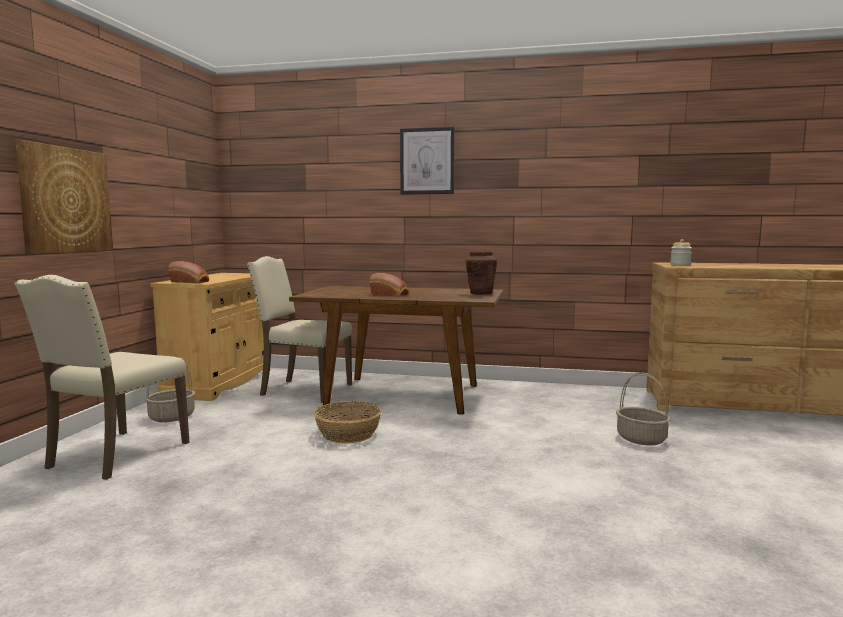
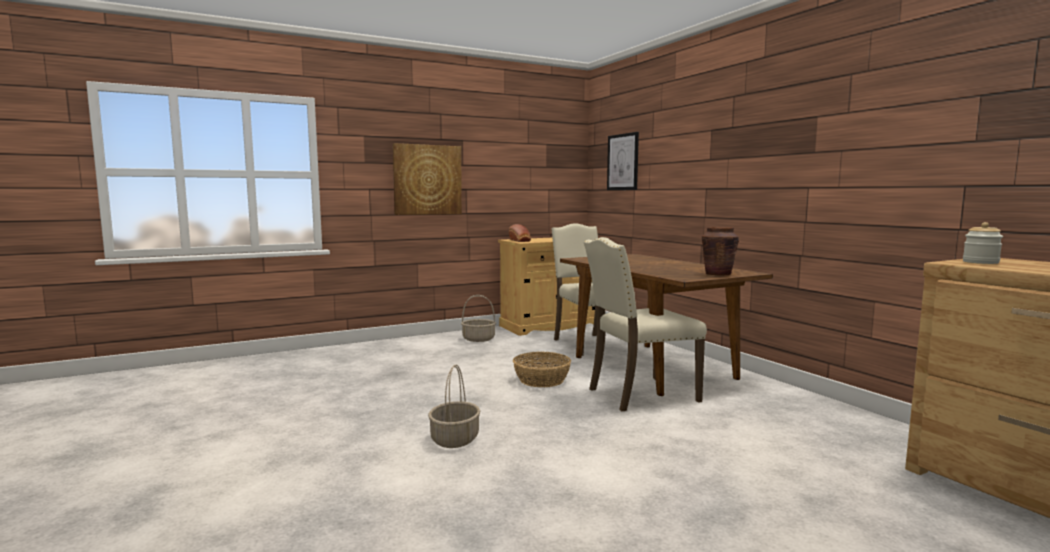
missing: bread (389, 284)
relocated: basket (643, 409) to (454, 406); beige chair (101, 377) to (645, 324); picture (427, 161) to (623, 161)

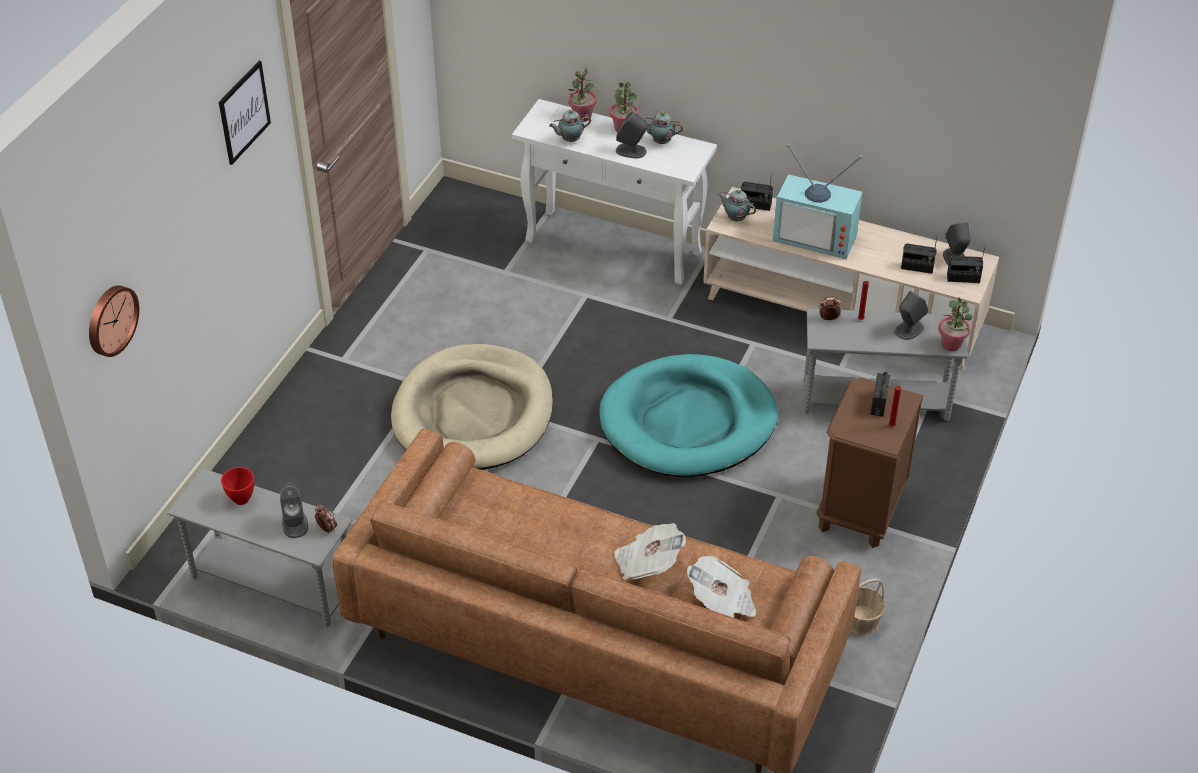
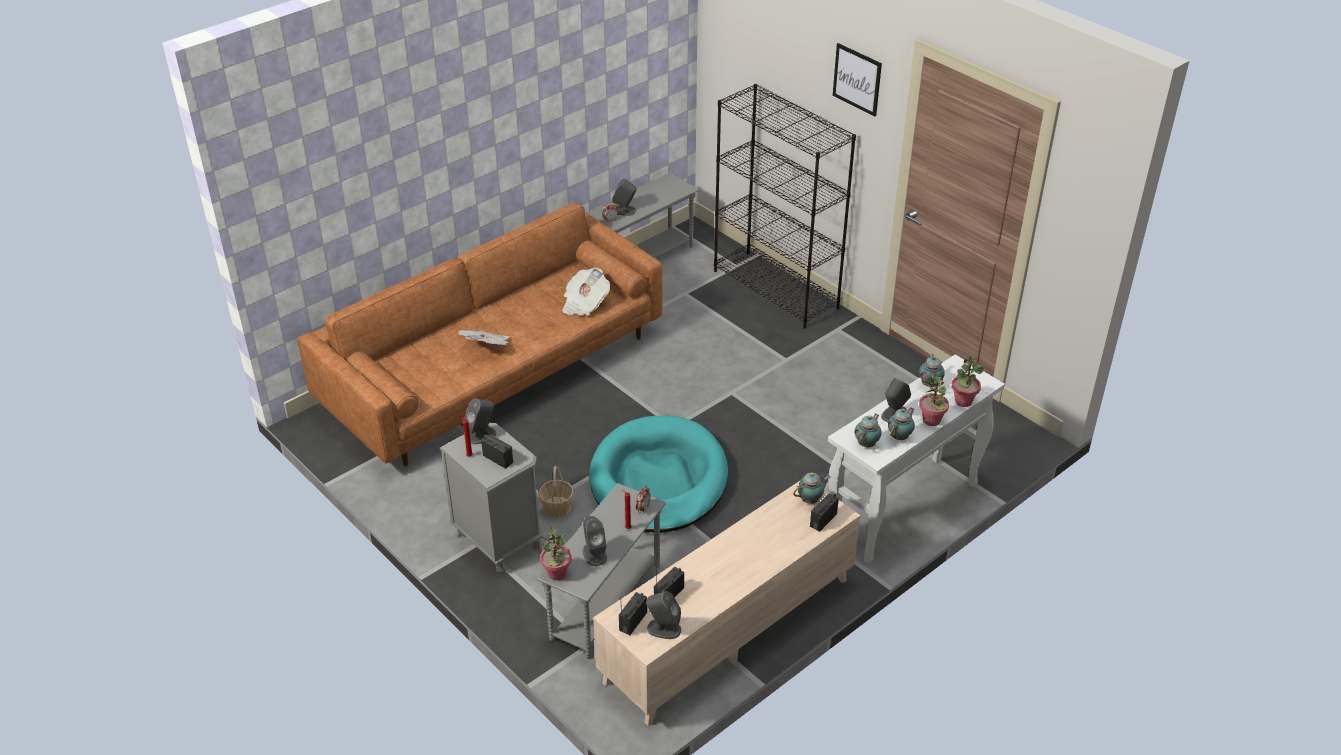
missing: wall clock (114, 321); red bowl (237, 486); beige dog bed (472, 407); television (817, 201)
appeared: grey speaker (480, 421); black bookcase (785, 206); teapot (867, 430)
relocated: basket (868, 606) to (556, 492); newspaper (721, 587) to (586, 292)
colour: brown nightstand (870, 463) to grey nightstand (491, 497)

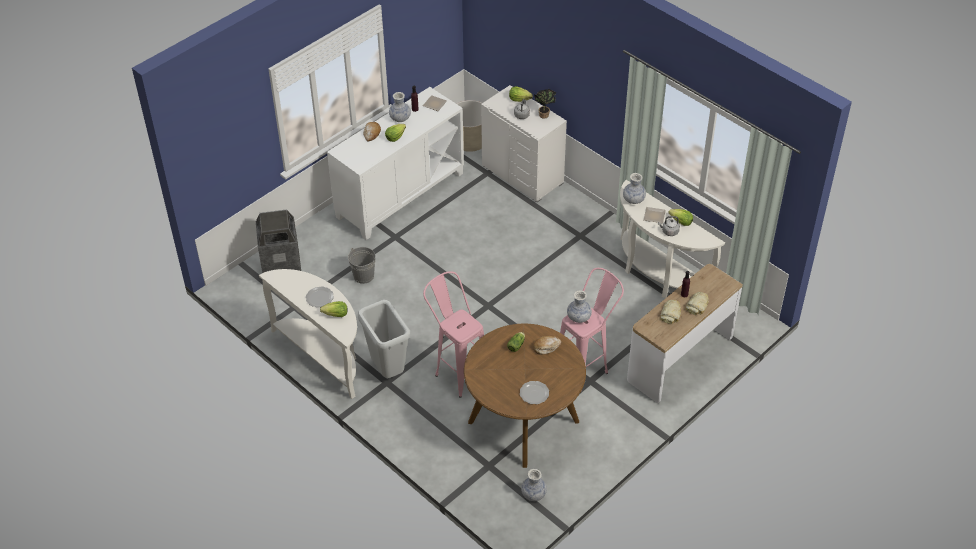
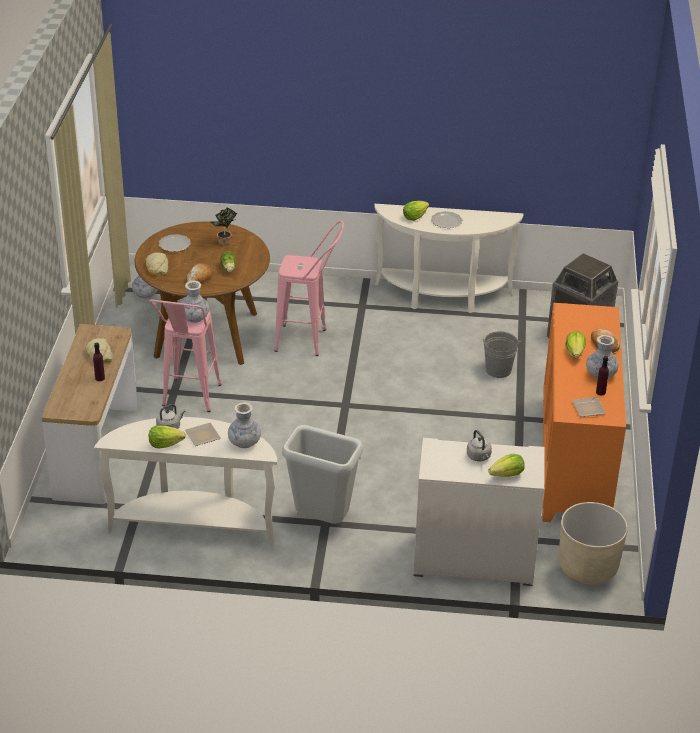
relocated: bread (697, 303) to (157, 264); potted plant (545, 104) to (224, 226); grey trash can (384, 339) to (322, 474)
colour: white cabinet (395, 163) to orange cabinet (584, 412)

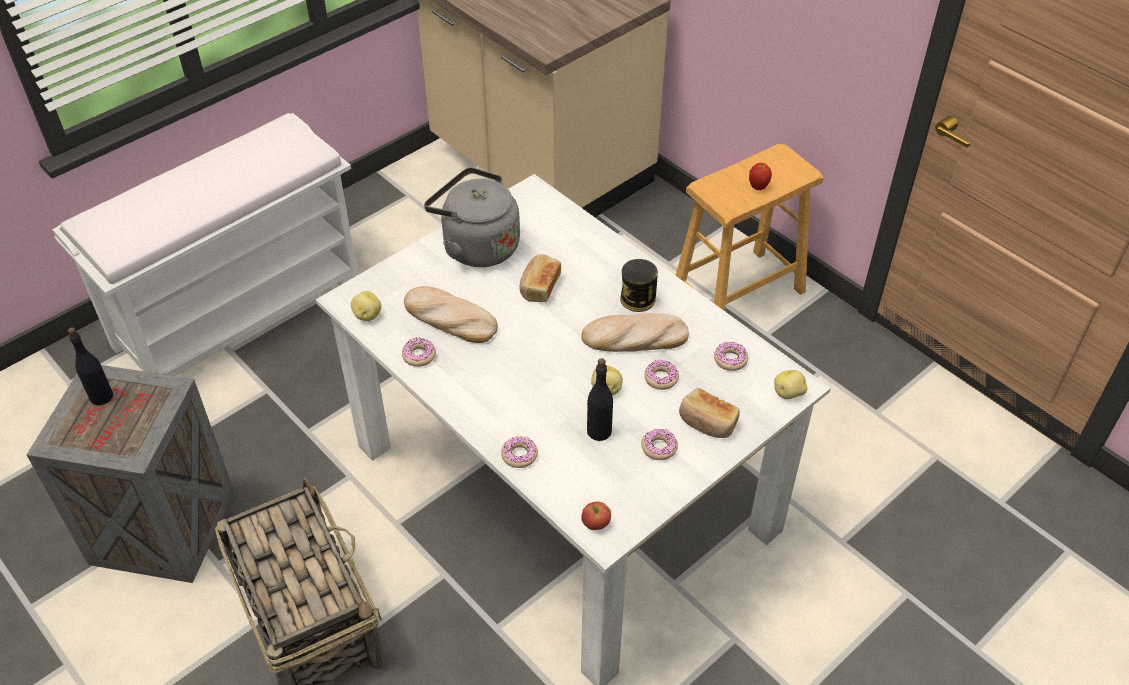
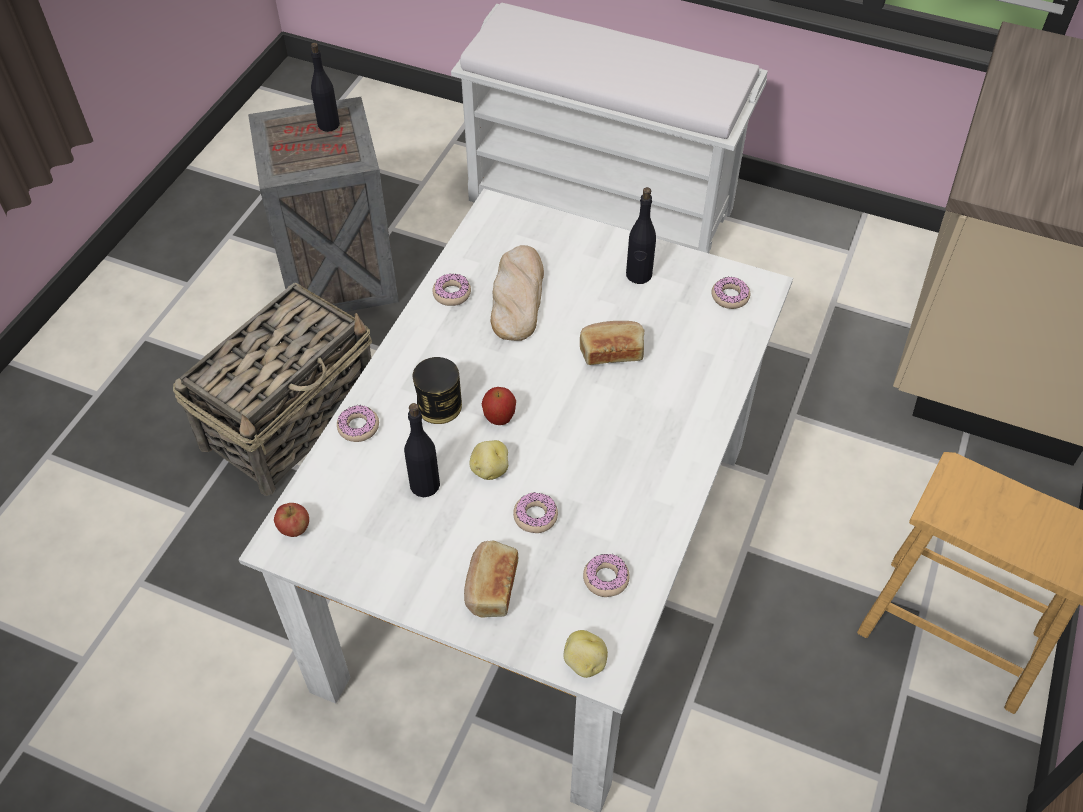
missing: potato (366, 306); bread (635, 332)
relocated: can (639, 285) to (437, 390); apple (760, 176) to (499, 406); donut (659, 444) to (731, 292)
exchanged: grey kettle (472, 217) to black bottle (641, 235)

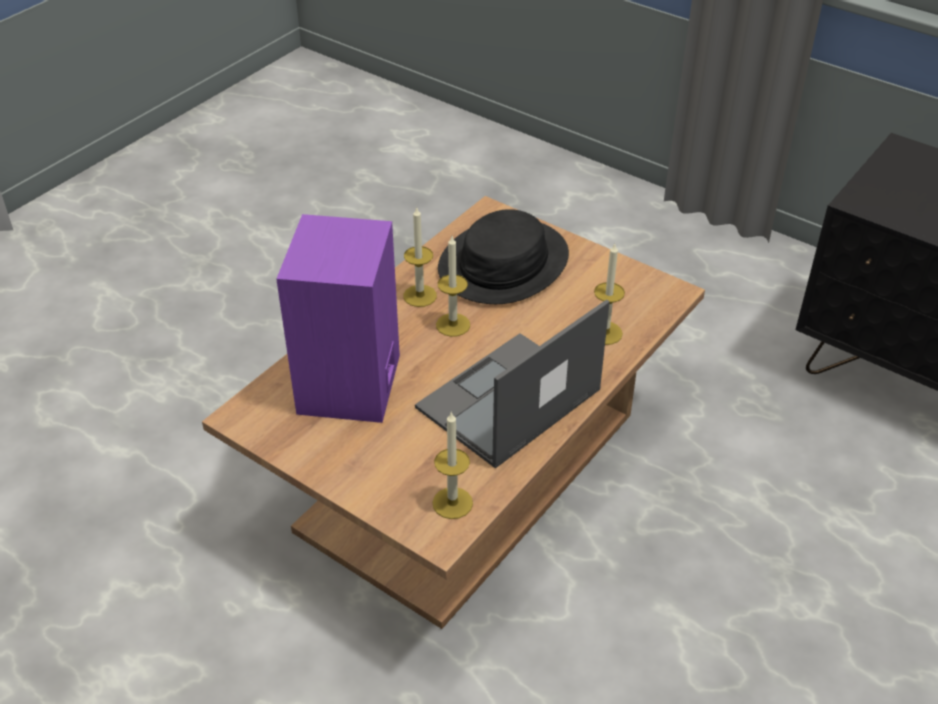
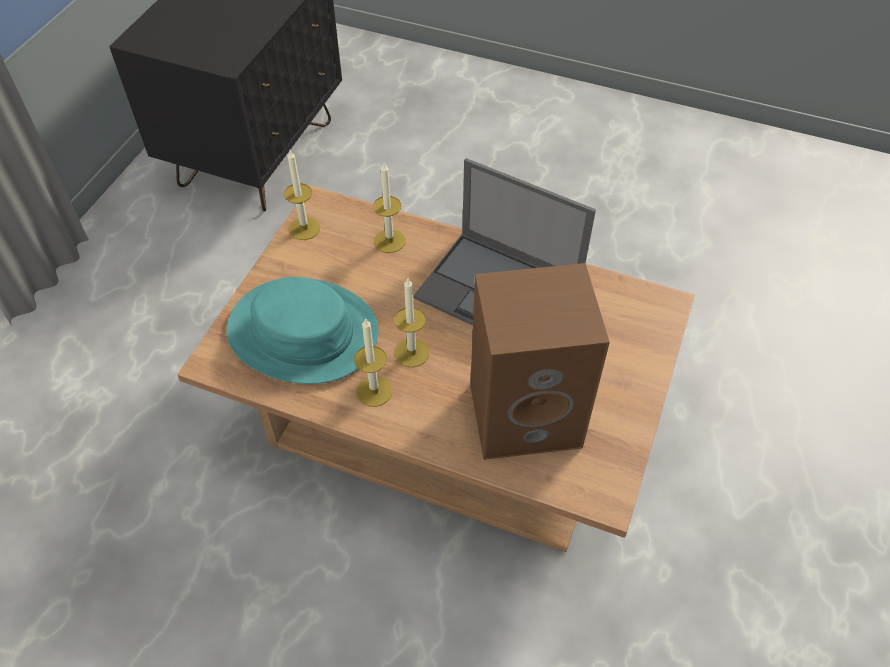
relocated: candle (452, 465) to (302, 195)
colour: black hat (503, 256) to turquoise hat (303, 330); purple speaker (338, 318) to brown speaker (540, 361)

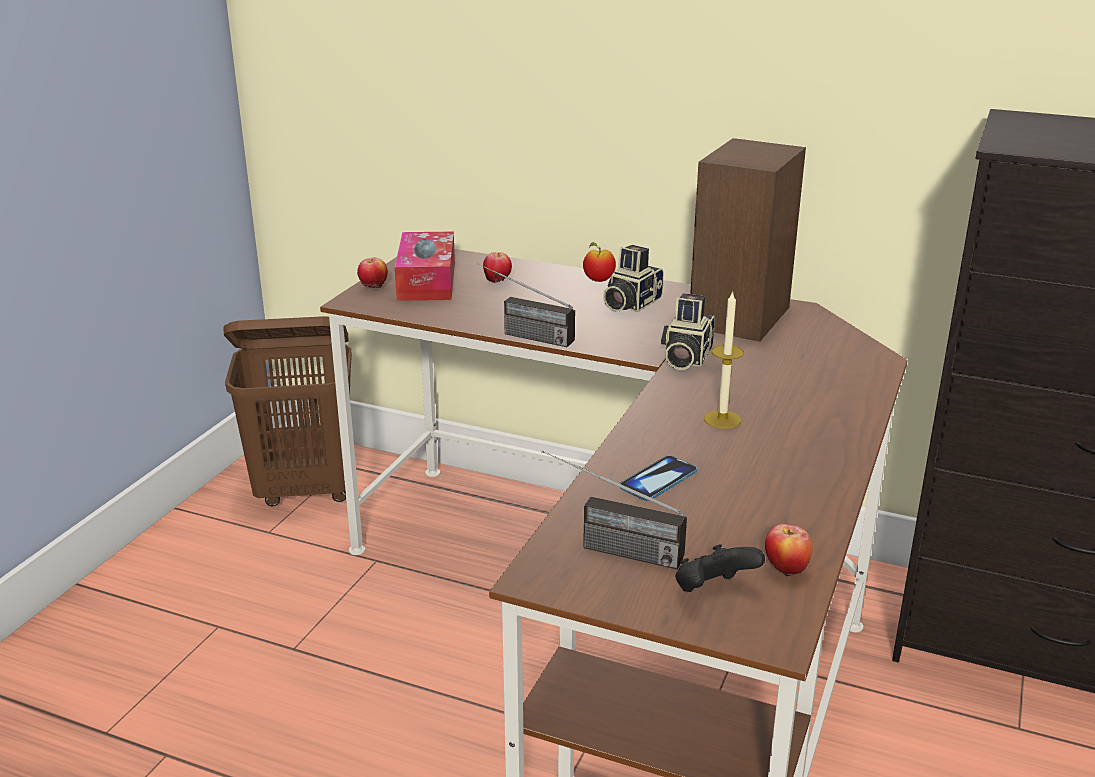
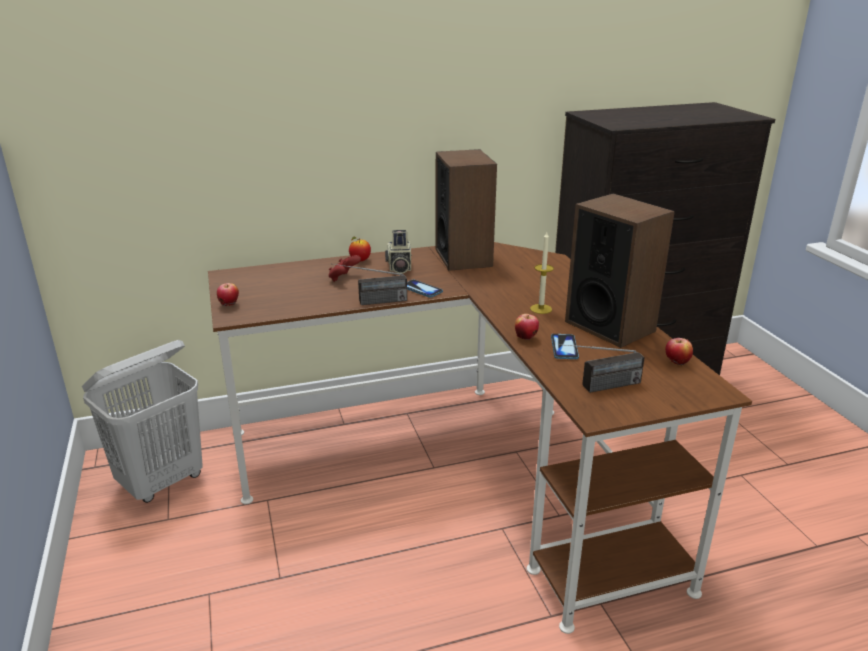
missing: tissue box (425, 266); photo camera (688, 331); black game controller (720, 568)
appeared: red game controller (345, 268); phone (425, 289); speaker (620, 270)
relocated: apple (497, 267) to (527, 327)
colour: brown laundry basket (287, 411) to white laundry basket (142, 421)

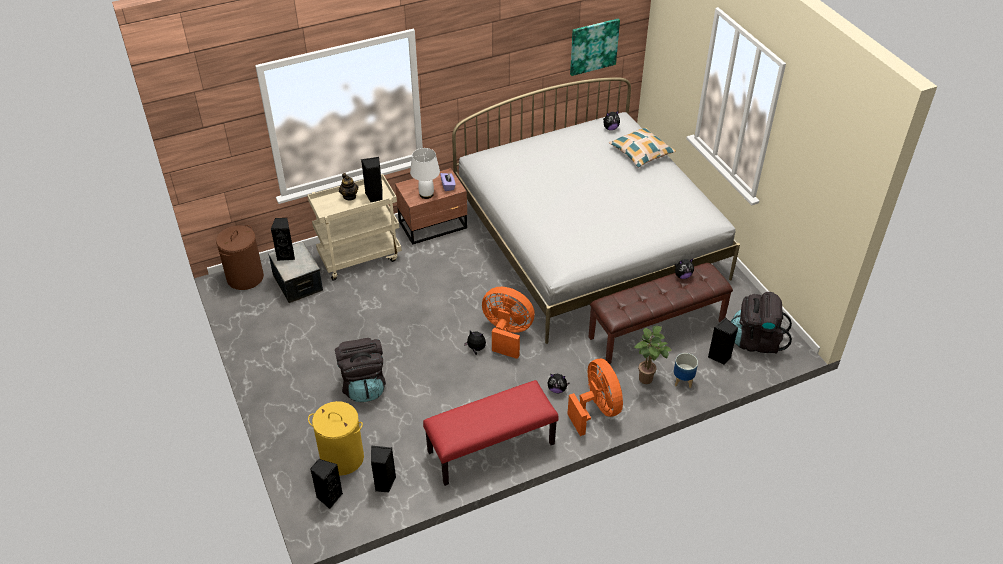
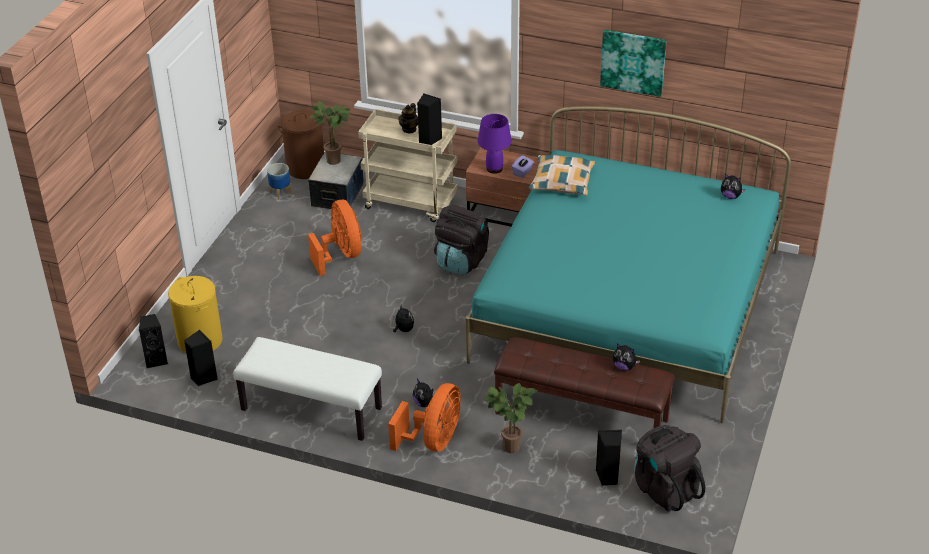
relocated: planter (686, 370) to (279, 181); orange fan (508, 323) to (335, 238); black backpack (360, 370) to (461, 239); pillow (642, 147) to (561, 175); picture (595, 47) to (633, 63)
exchanged: black speaker (282, 239) to potted plant (330, 133)
colour: red bench (491, 433) to white bench (307, 389); white bed (596, 211) to turquoise bed (628, 265); white table lamp (425, 173) to purple table lamp (495, 144)

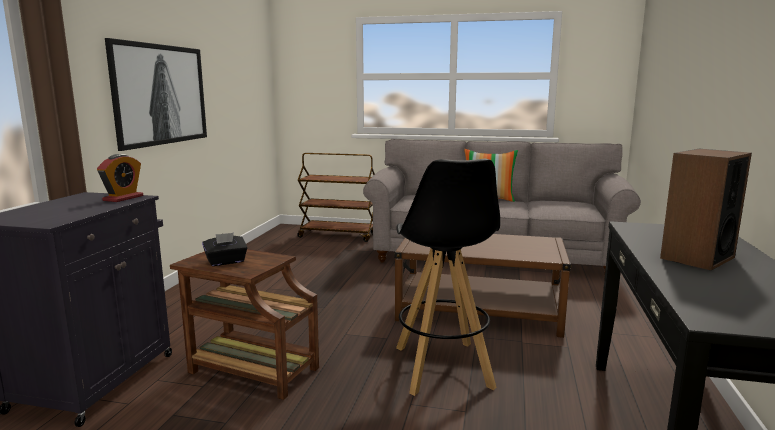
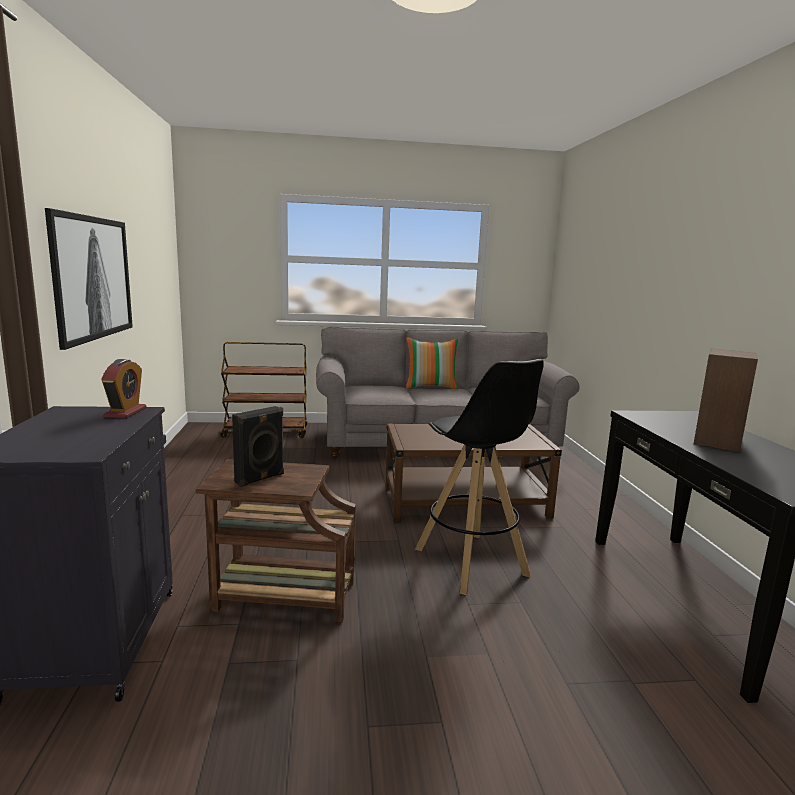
exchanged: black tissue box (224, 249) to black speaker (258, 446)

